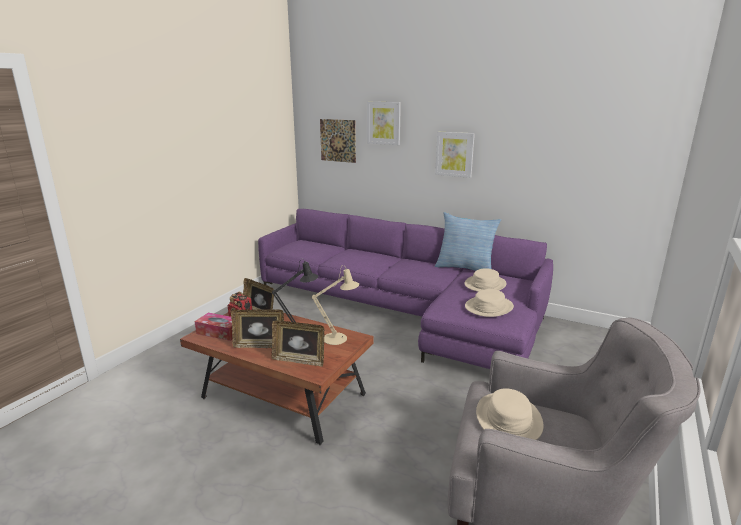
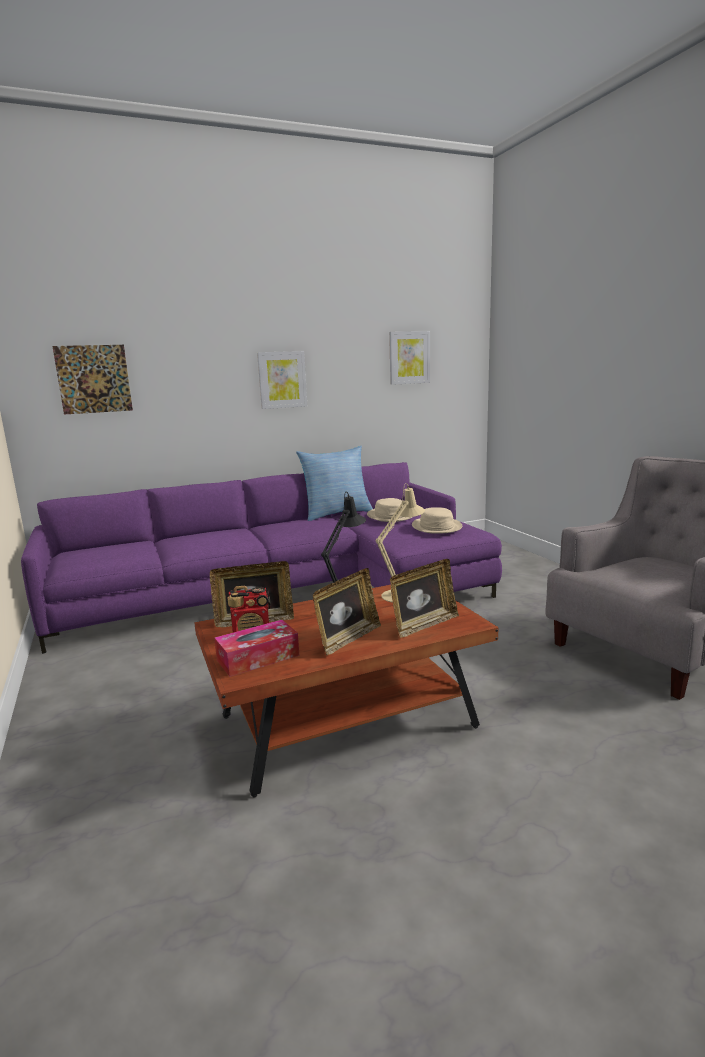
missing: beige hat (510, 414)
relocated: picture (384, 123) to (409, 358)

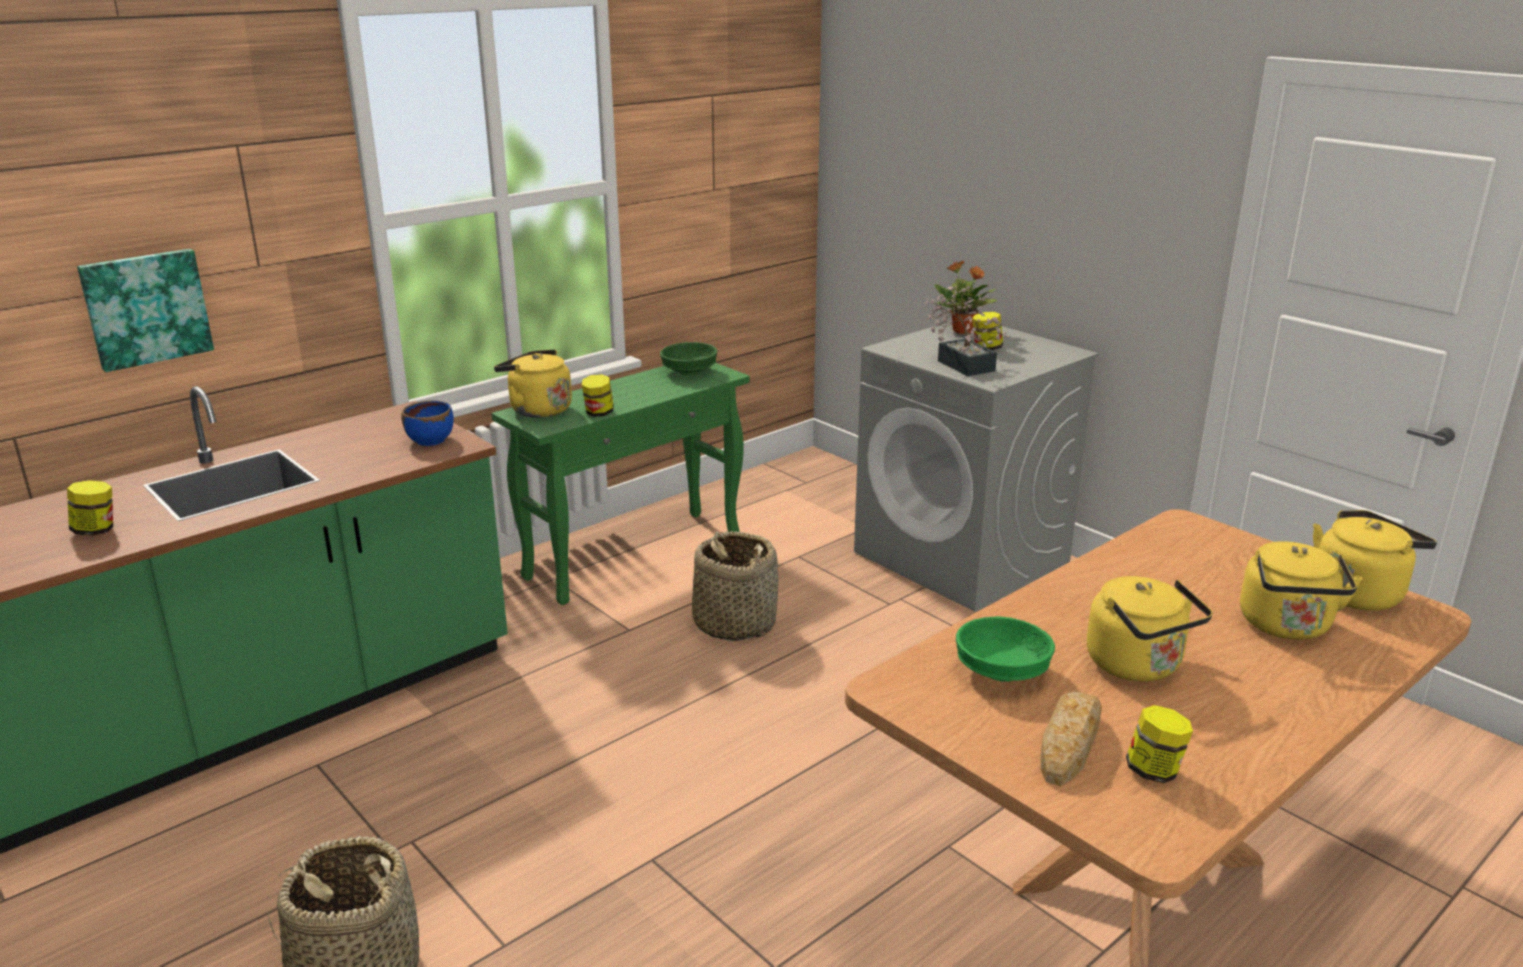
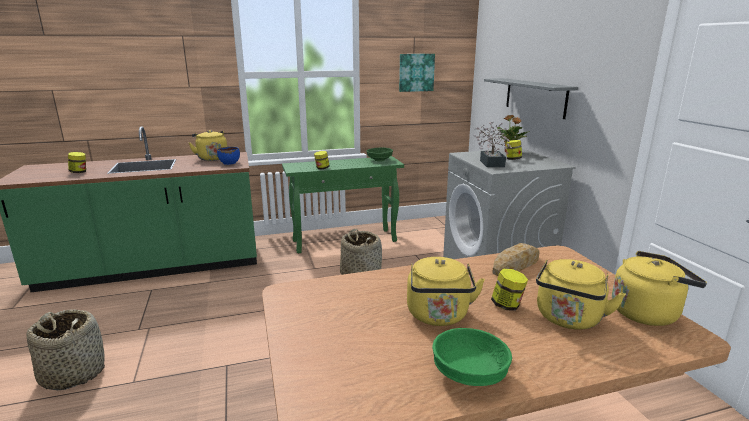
appeared: grey shelf (531, 98)
relocated: yellow kettle (533, 383) to (208, 145); picture (145, 310) to (417, 73); green bowl (1005, 649) to (472, 357); jar (1159, 744) to (509, 290); bread (1071, 738) to (516, 259)

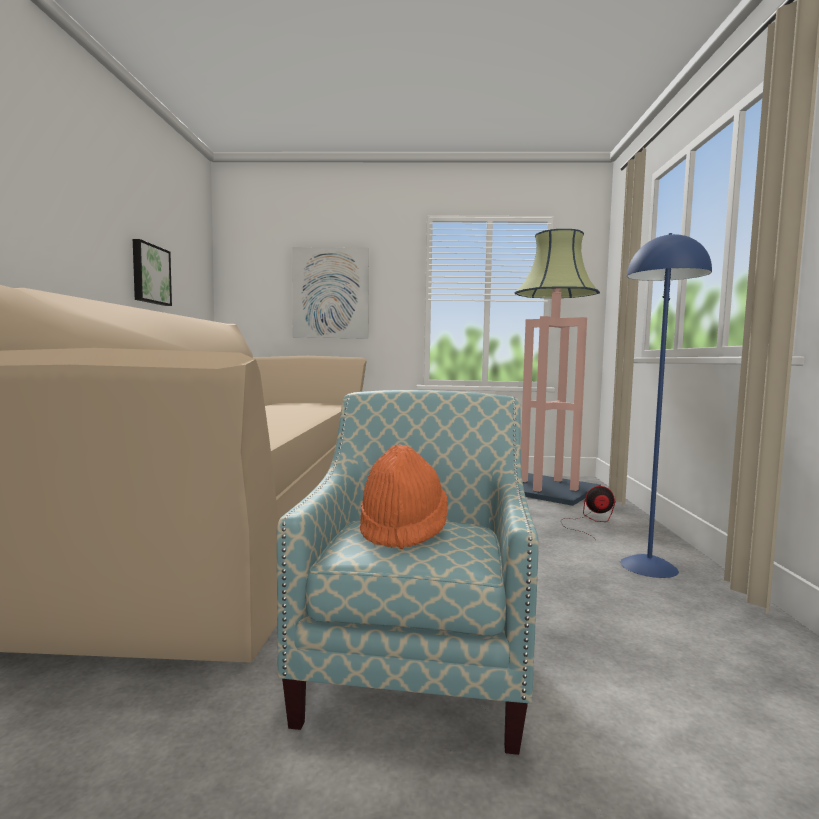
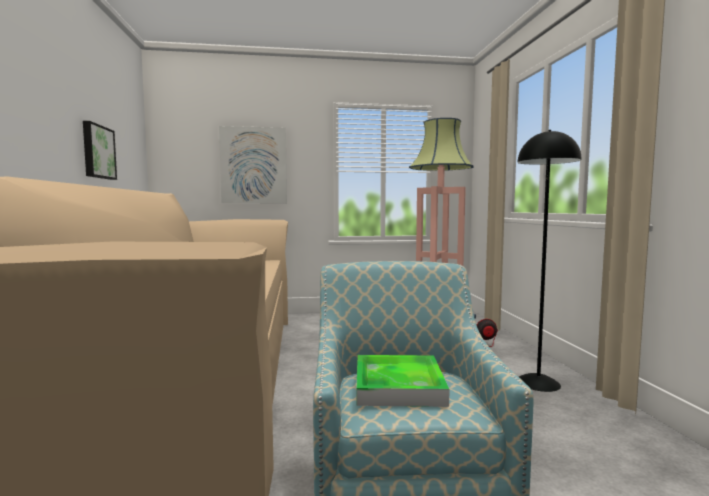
exchanged: orange hat (404, 496) to tray (403, 381)
colour: blue floor lamp (666, 405) to black floor lamp (549, 261)

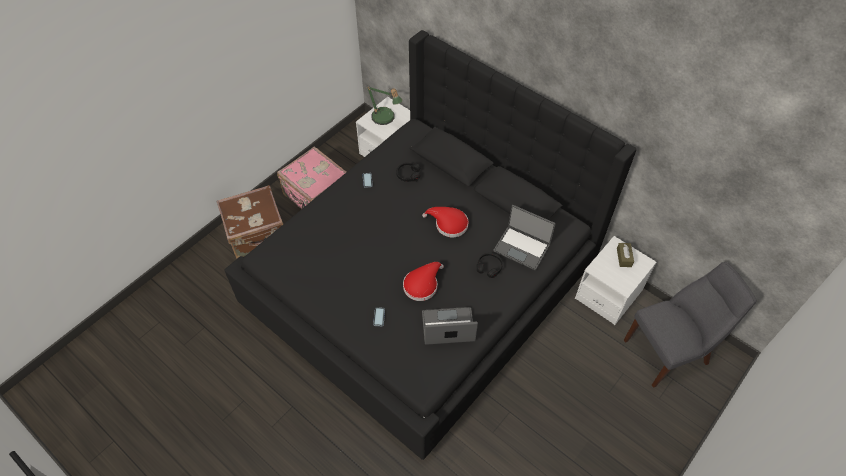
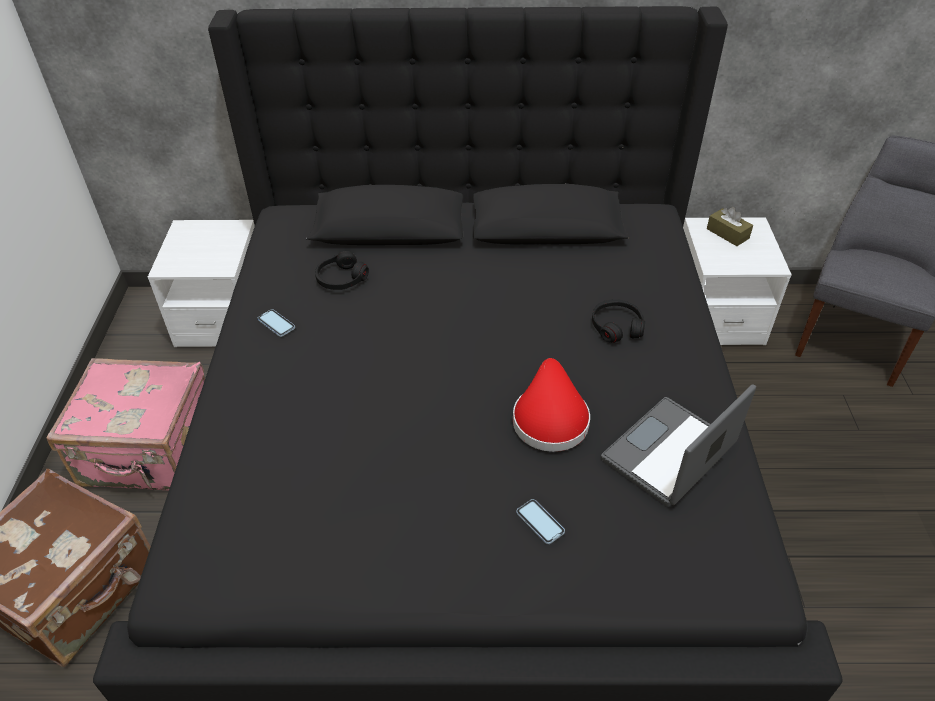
missing: table lamp (384, 105); red hat (445, 222); laptop (524, 237)

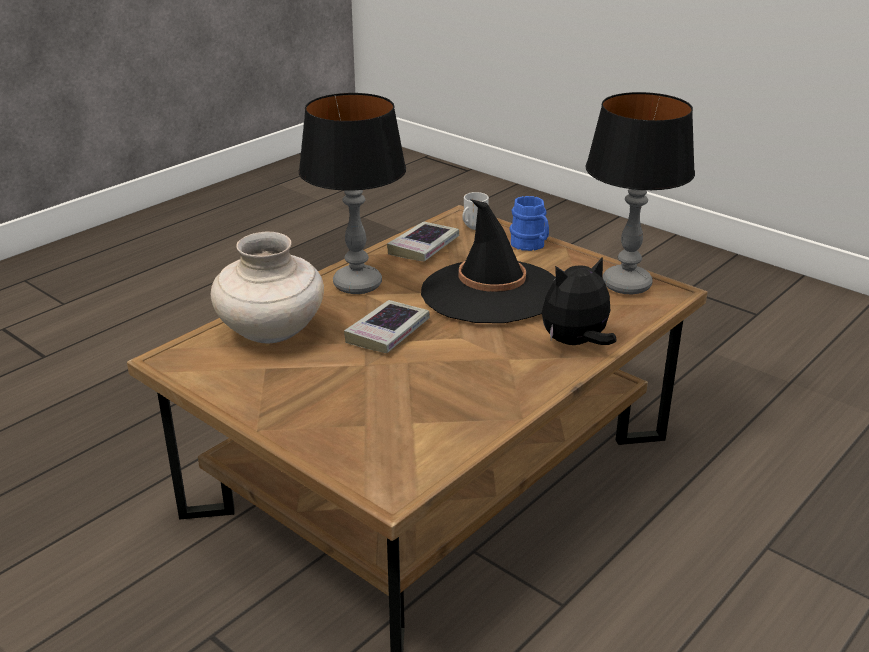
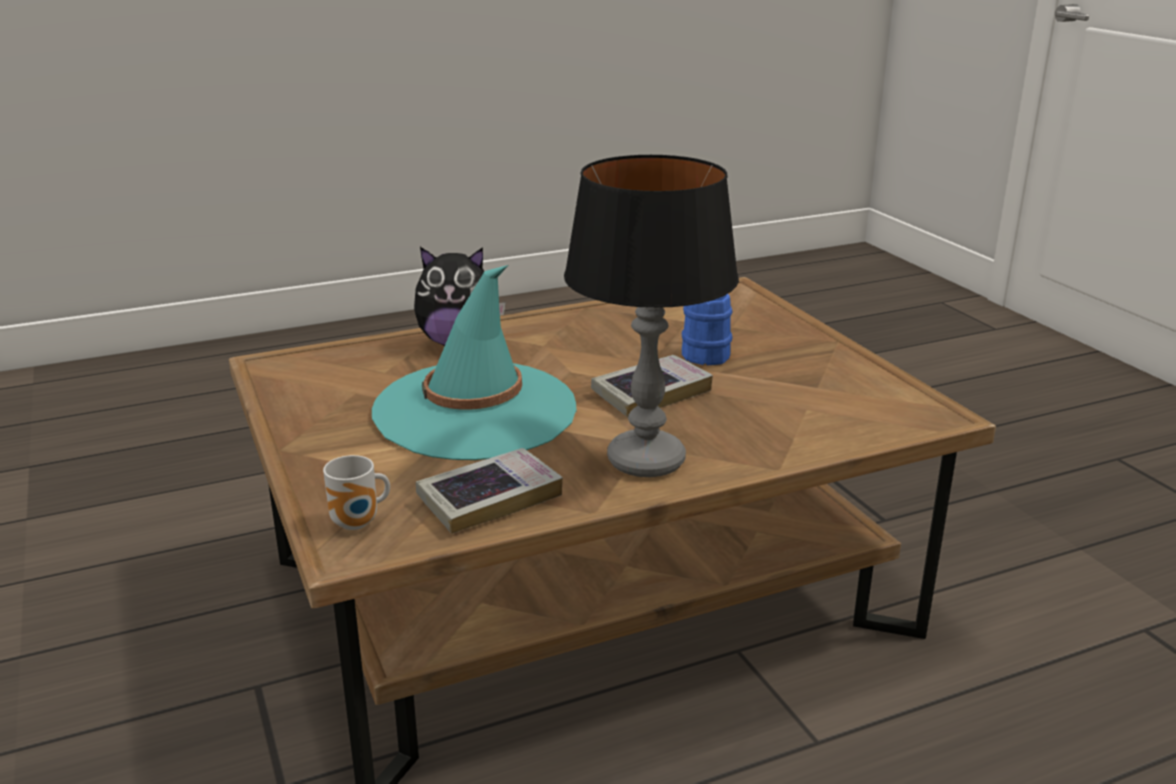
missing: beige vase (267, 287); table lamp (640, 193)
relocated: blue mug (529, 223) to (707, 329)
colour: black hat (488, 261) to turquoise hat (474, 362)

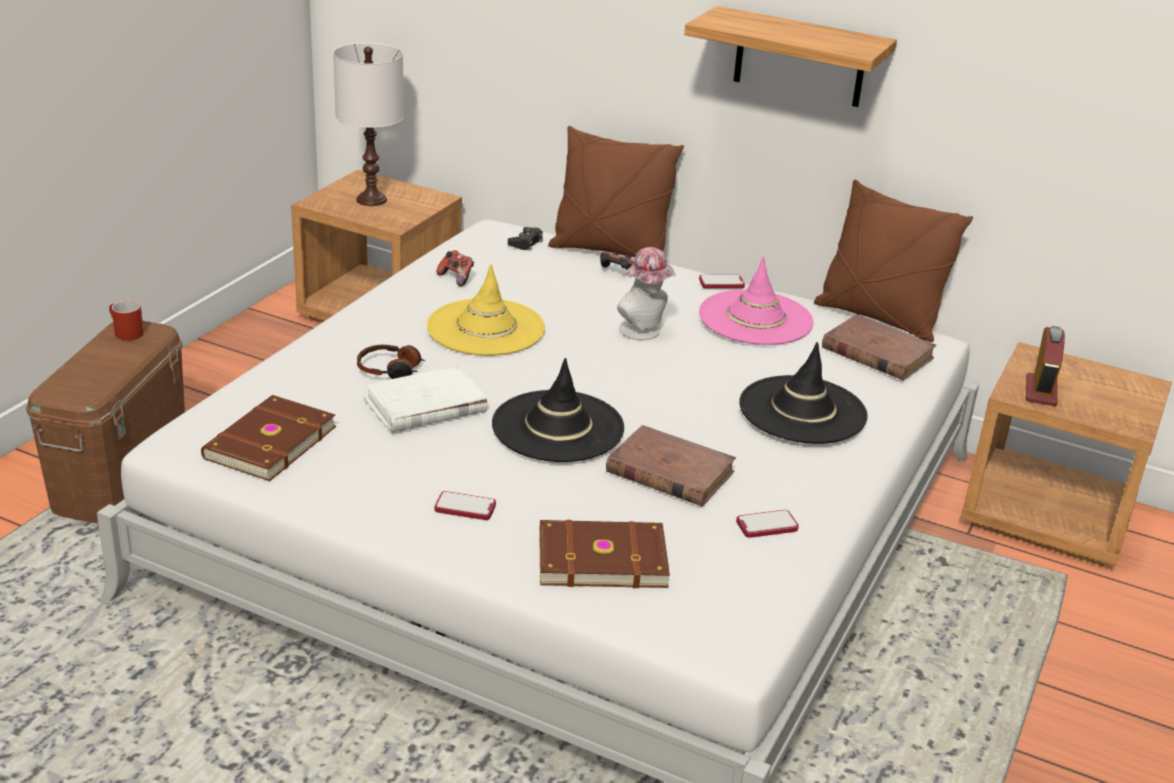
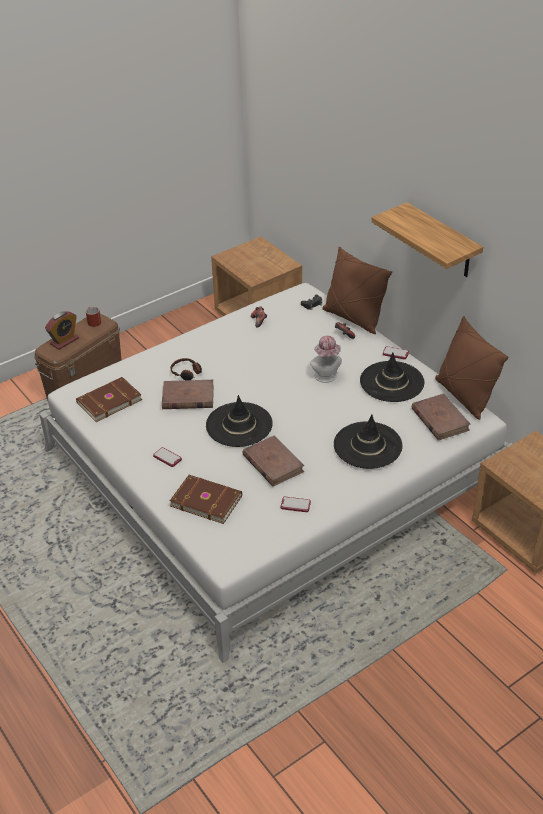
missing: white table lamp (368, 124); yellow hat (486, 310)
relocated: alarm clock (1045, 366) to (62, 330)
colour: white book (426, 399) to brown book (188, 394); pink hat (756, 301) to black hat (392, 377)

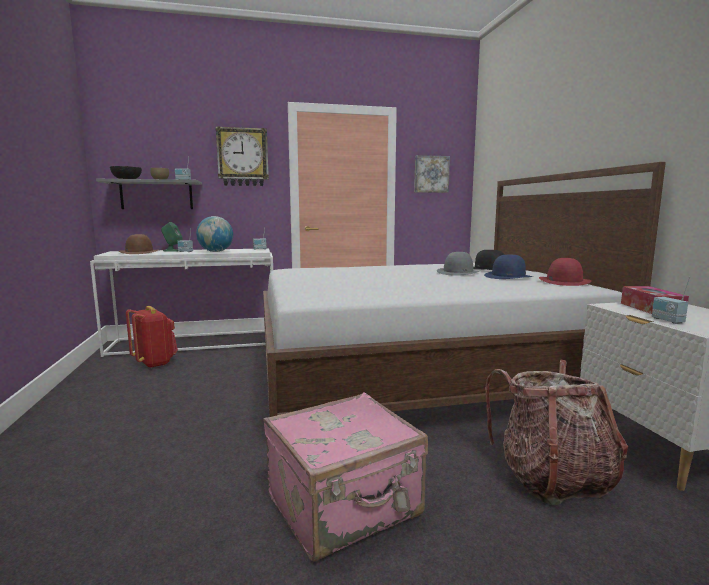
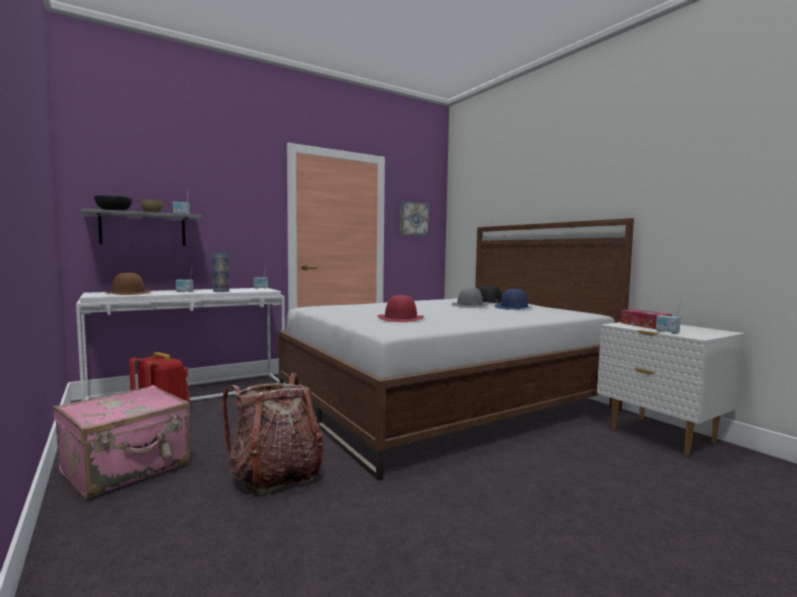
missing: green speaker (171, 237); wall clock (242, 156)
relocated: pink suitcase (346, 476) to (121, 442); backpack (556, 432) to (273, 434); red hat (565, 272) to (401, 308)
exchanged: globe (214, 234) to vase (220, 272)

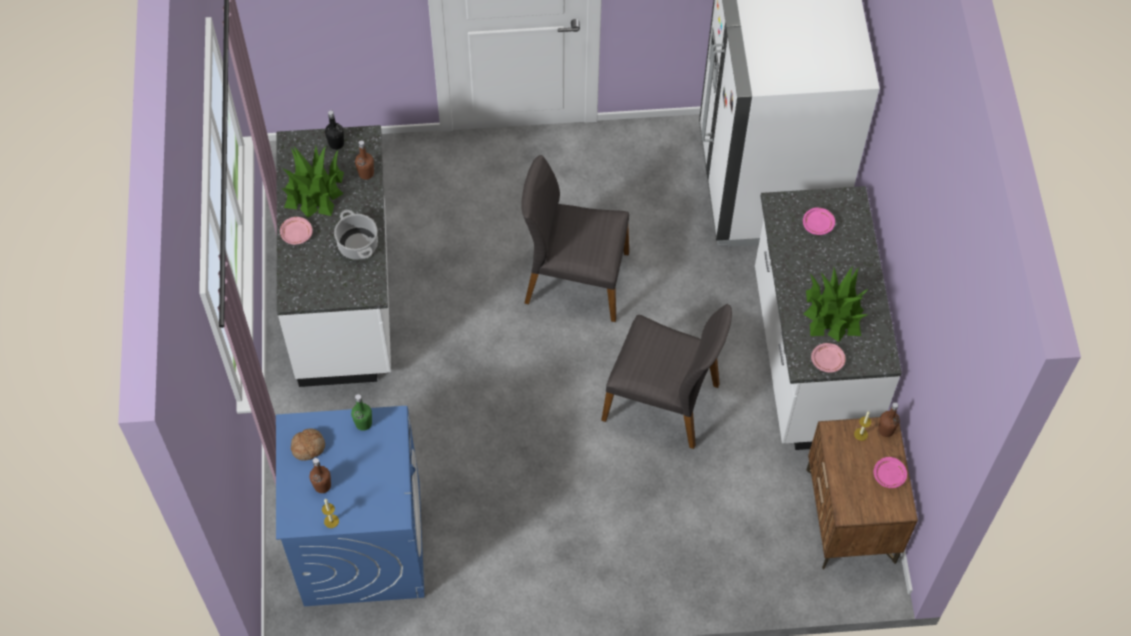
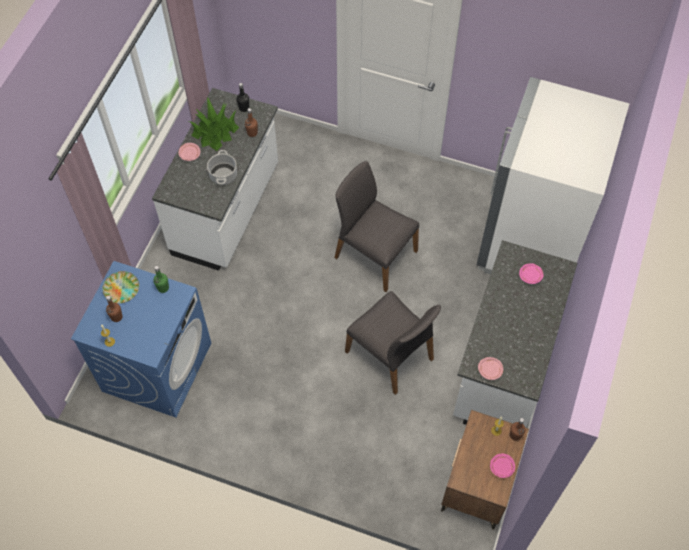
missing: potted plant (835, 304)
exchanged: bread (308, 445) to plate (121, 287)

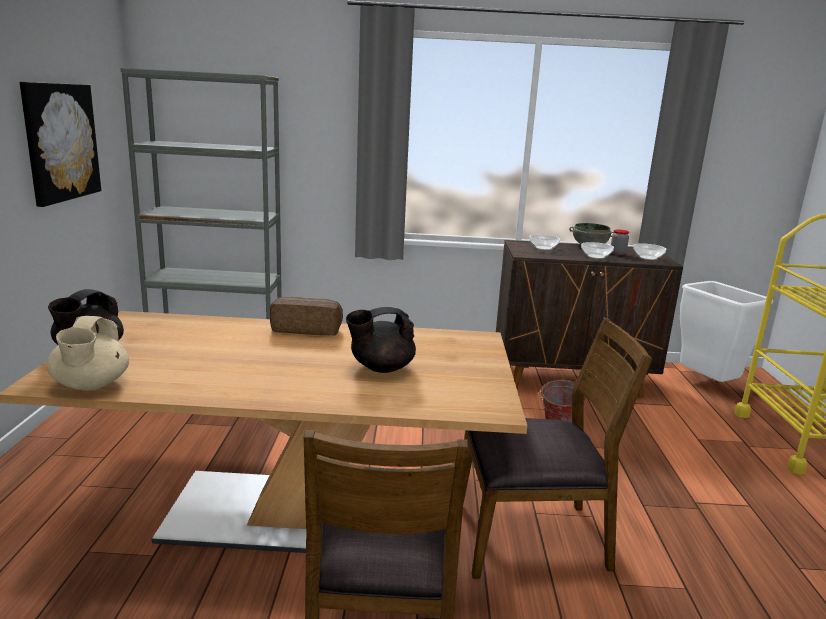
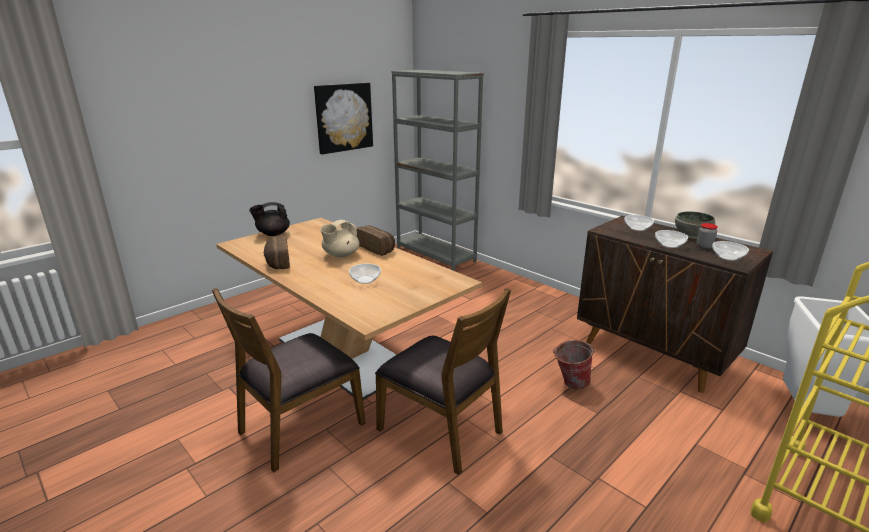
appeared: bread (277, 252)
relocated: beige teapot (88, 353) to (339, 239)
exchanged: black teapot (381, 340) to bowl (365, 274)

